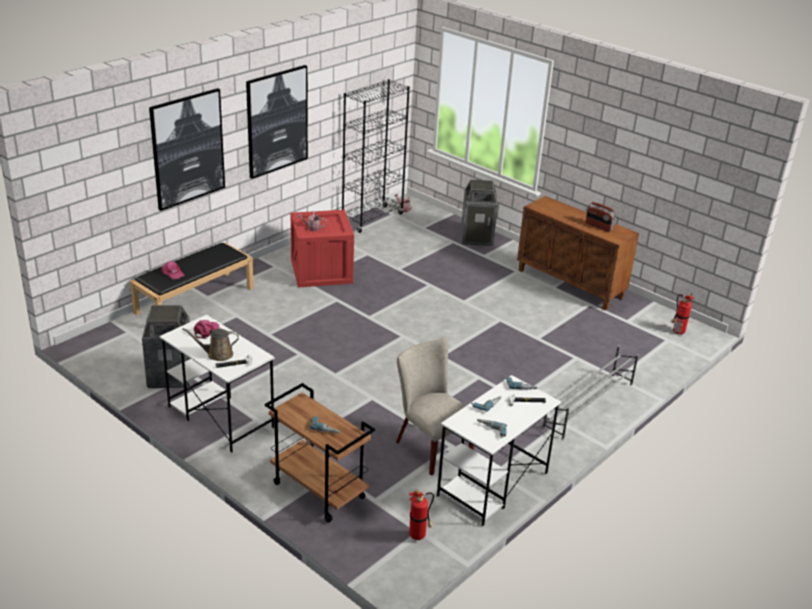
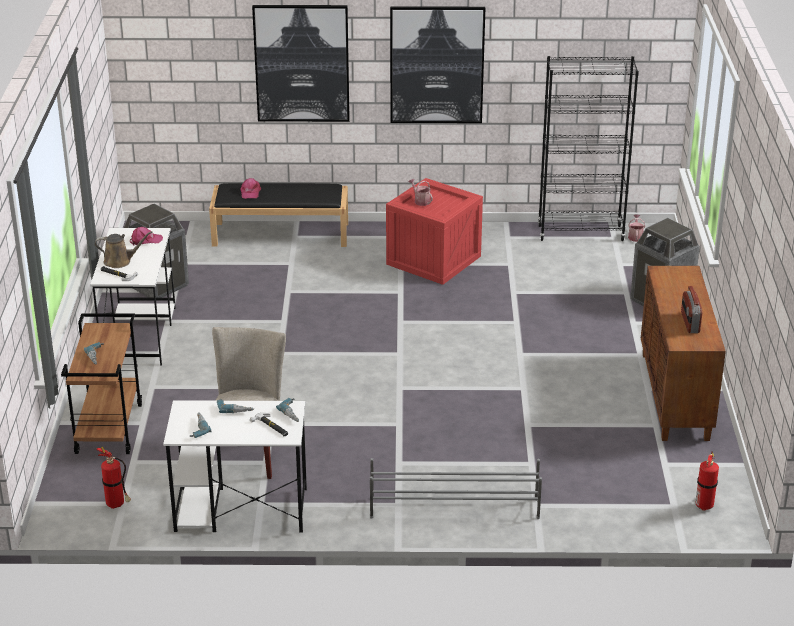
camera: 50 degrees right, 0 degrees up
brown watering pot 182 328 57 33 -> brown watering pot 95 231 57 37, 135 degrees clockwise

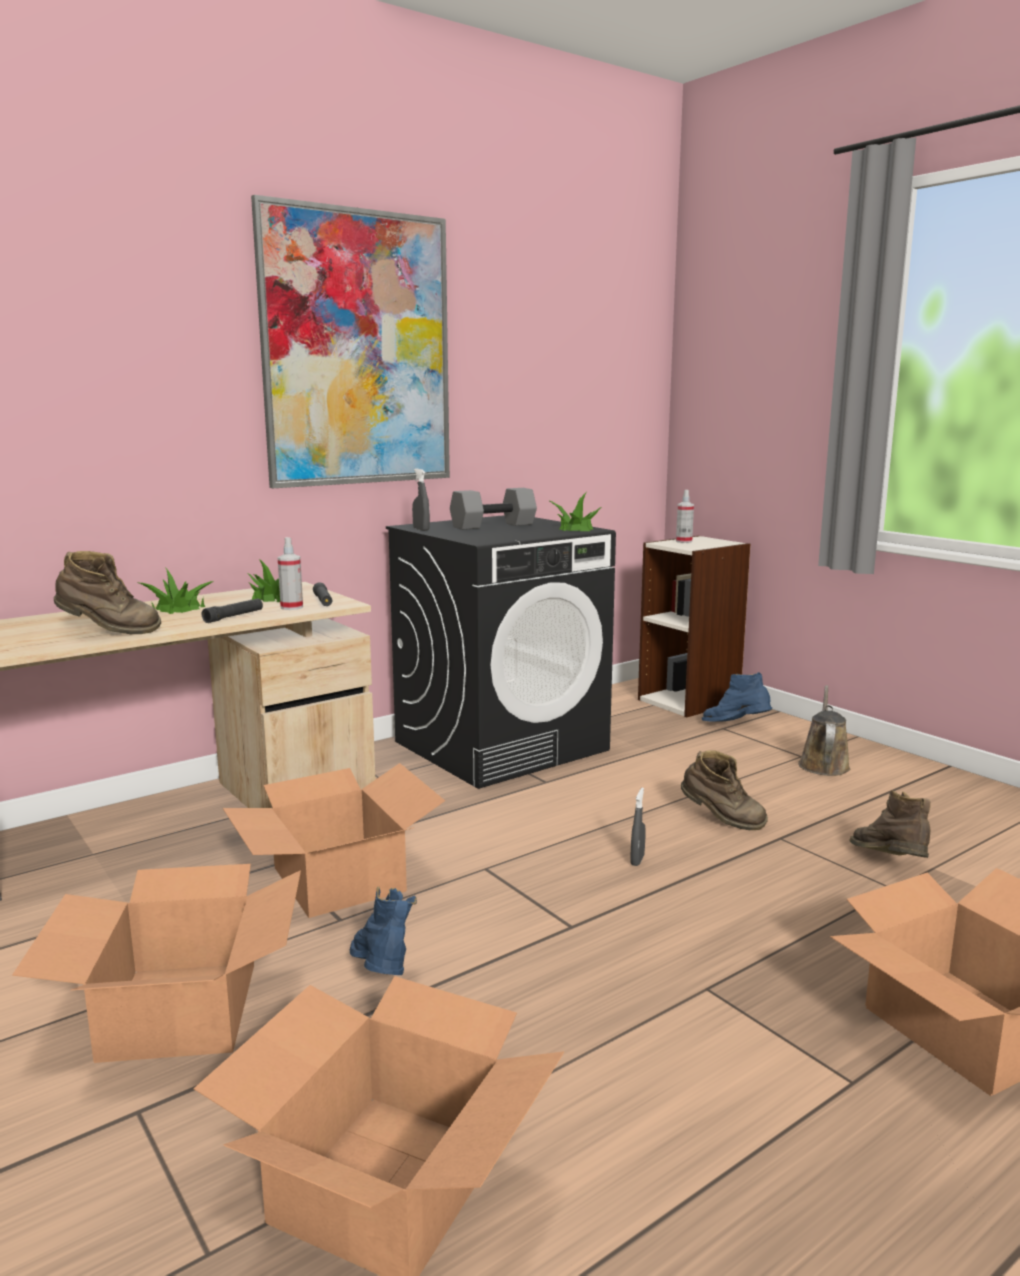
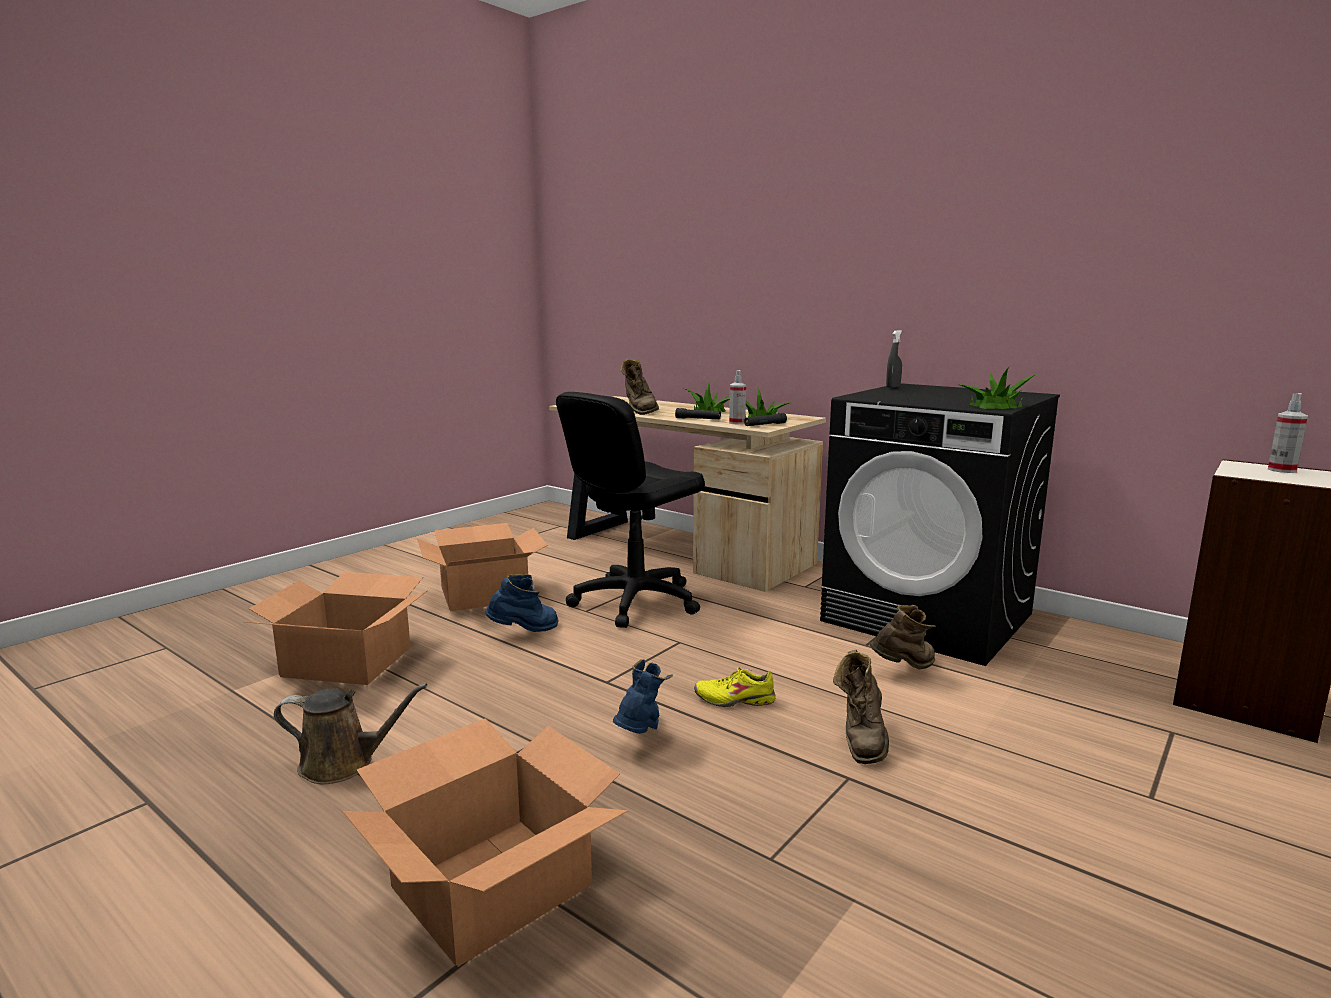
camera: 75 degrees right, 0 degrees up
brown watering pot 798 685 52 91 -> brown watering pot 274 684 154 100, move
packing box 223 763 222 155 -> black computer chair 556 392 149 236
blue-coloured tall boot 702 672 70 50 -> blue-coloured tall boot 613 659 60 75, move
gray sprayer 630 788 16 78 -> yellow low shoe 694 667 82 40
brown tall boot 849 790 82 68 -> brown tall boot 870 605 66 65, move
picture 251 195 199 293 -> none
gray free weight 450 488 87 42 -> none

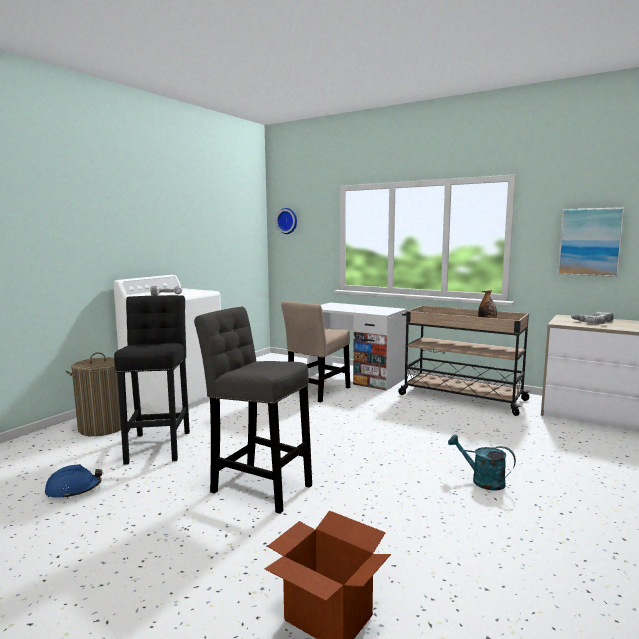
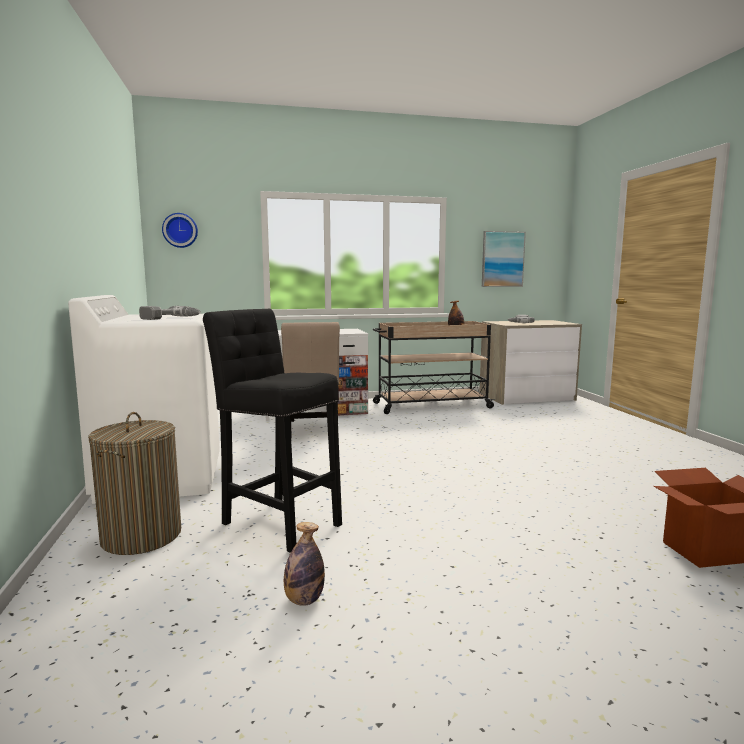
camera: 45 degrees left, 0 degrees up
blue-coloured work helmet 45 464 57 35 -> drink bottle 284 522 41 84
gray stool 194 307 118 207 -> none
turquoise watering pot 448 434 68 57 -> none

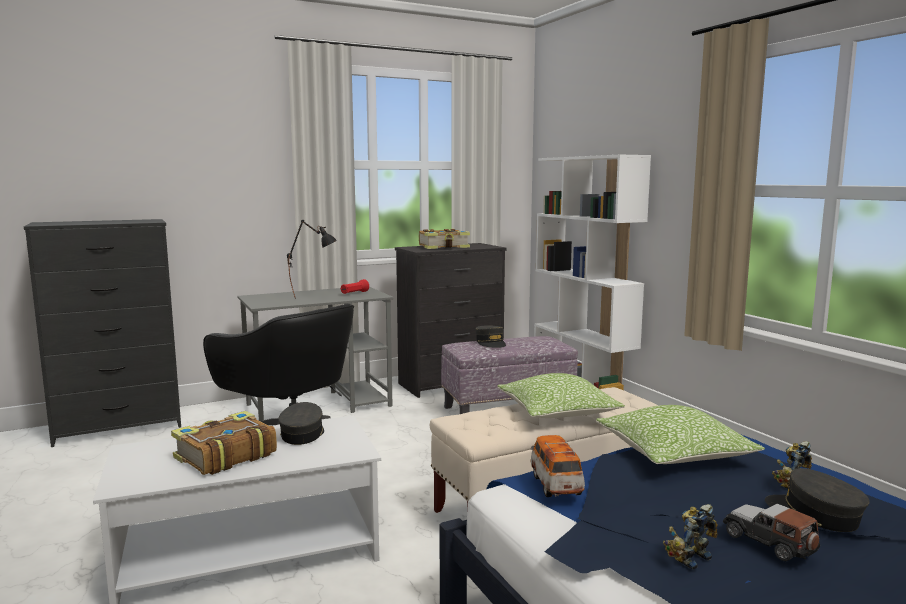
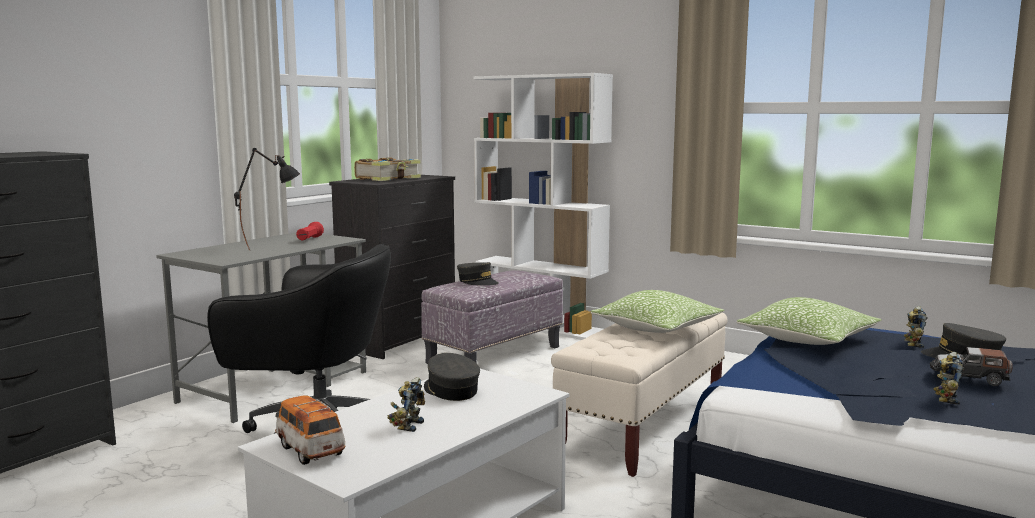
camera: 30 degrees left, 0 degrees up
toy car 530 435 55 62 -> toy car 275 396 71 69, move
book 171 411 106 64 -> robot figure 387 377 38 55

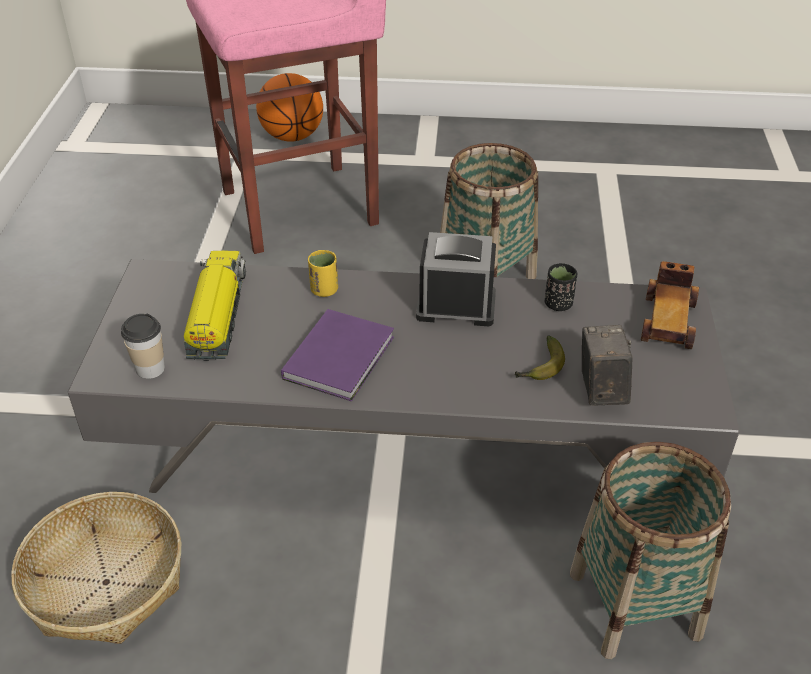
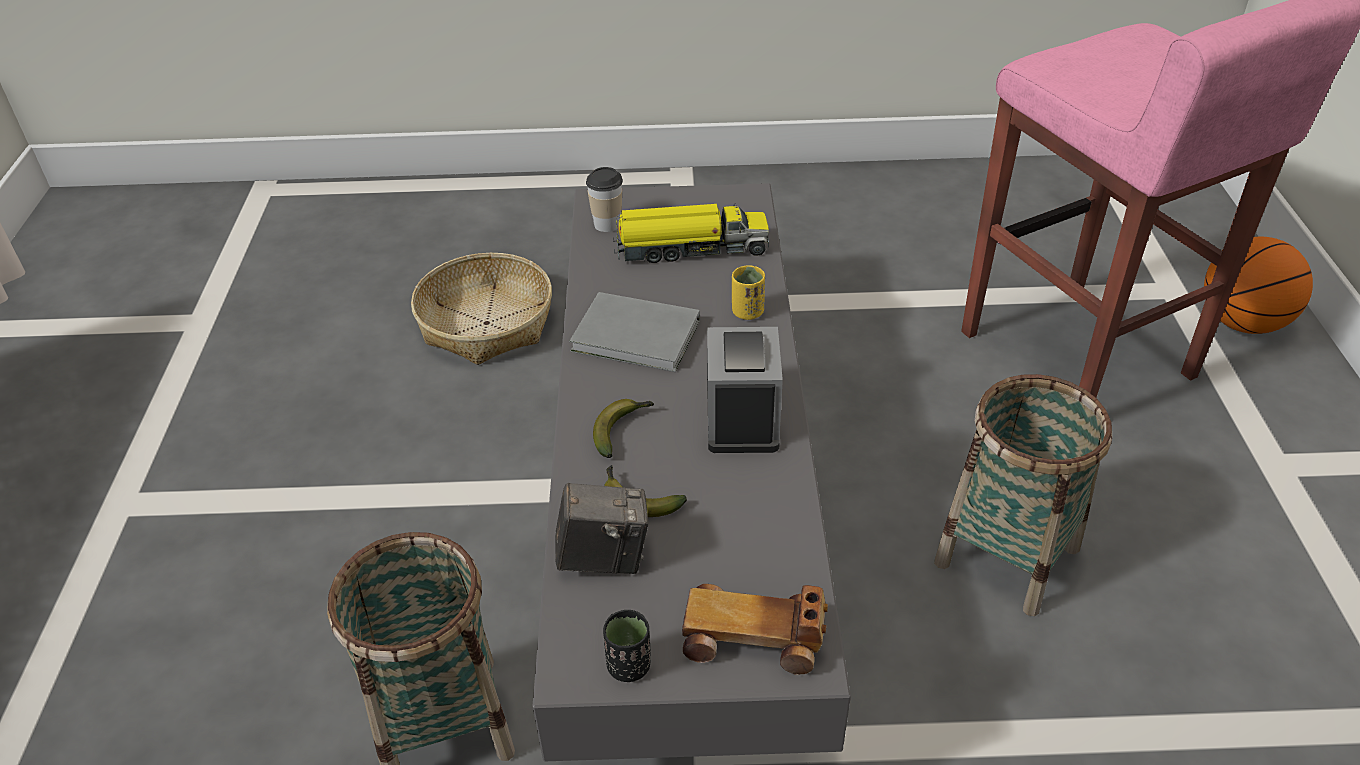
camera: 85 degrees right, 0 degrees up
purple-coloured book 281 309 113 92 -> gray book 569 292 131 80
none -> banana 593 399 61 59
black drinking cup 545 263 32 48 -> black drinking cup 603 610 47 72, move

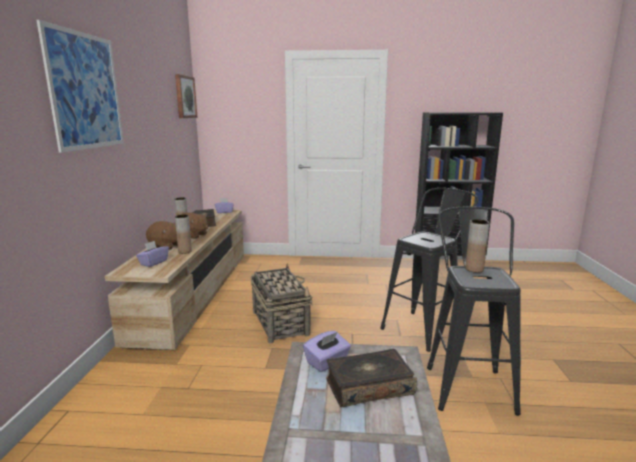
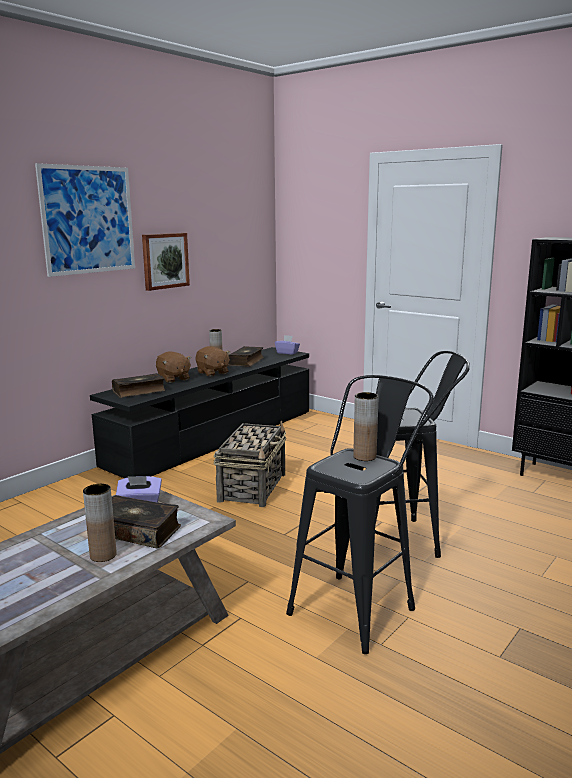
camera: 35 degrees right, 0 degrees up
brown decorative vase 175 215 17 39 -> brown decorative vase 83 484 34 78, move
beige tv stand 105 209 139 141 -> black tv stand 90 347 219 131
purple-coloured box of tissues 136 241 33 26 -> book 112 373 54 25
picture 175 74 23 44 -> picture 142 233 48 58, move

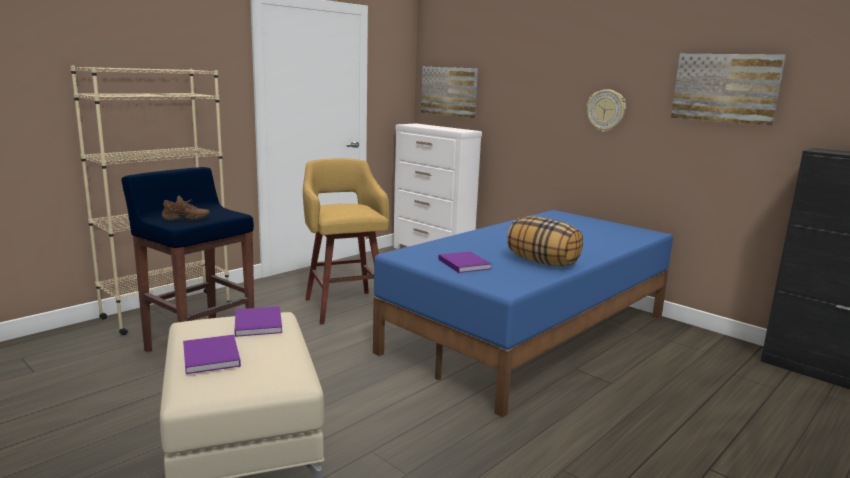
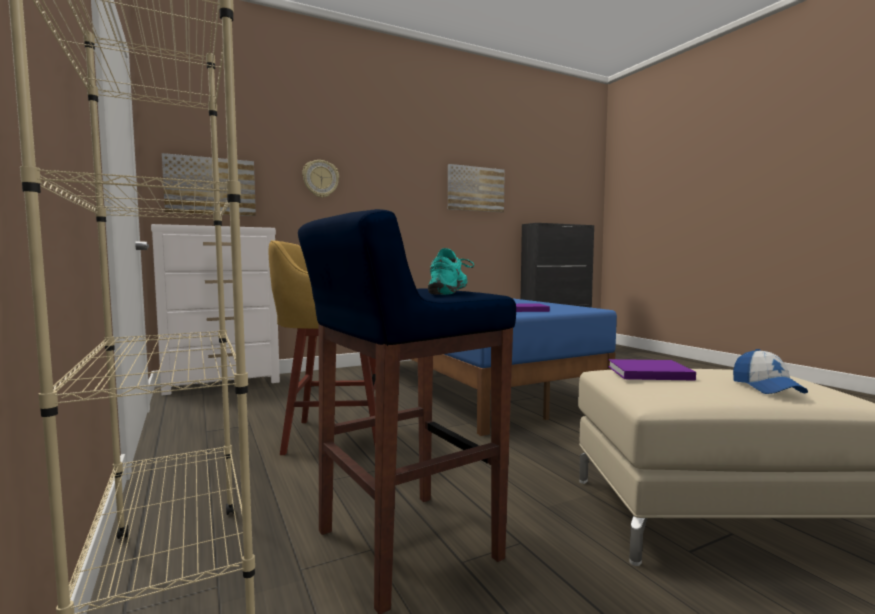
camera: 70 degrees left, 10 degrees down
wall clock 587 89 39 43 -> wall clock 302 160 37 38, move
brown low shoe 162 196 48 25 -> turquoise low shoe 428 248 46 47
purple-coloured book 183 335 58 39 -> cap 733 349 75 45
pillow 507 216 76 50 -> none

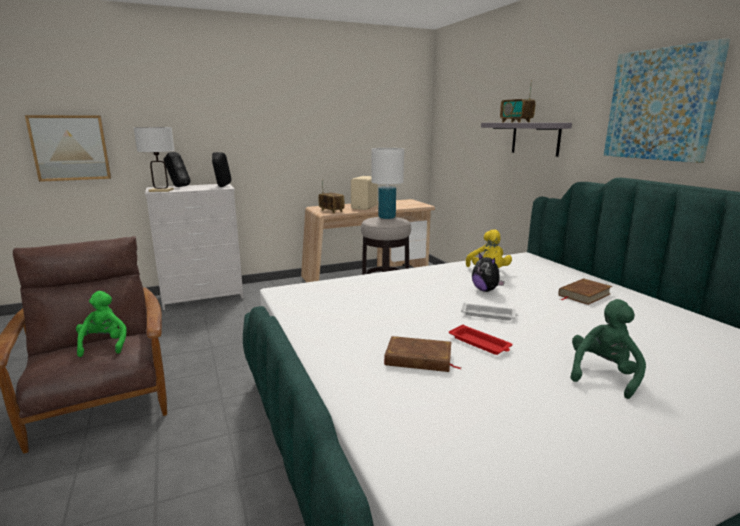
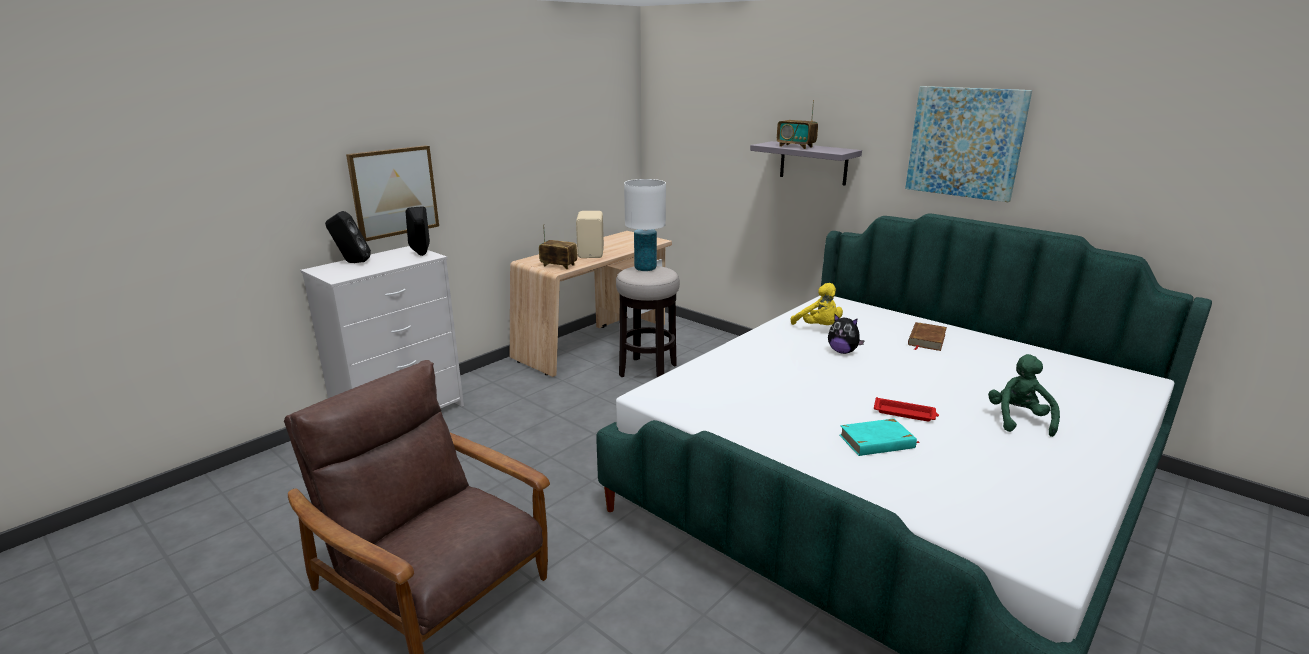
camera: 25 degrees left, 5 degrees up
picture 25 115 86 67 -> picture 346 145 93 96, move
brown book 384 336 77 36 -> turquoise book 839 419 80 37
green-coloured plush toy 76 291 51 66 -> none
white-coloured tabletop lamp 134 127 41 65 -> none
white-coloured serving tray 461 303 57 18 -> none

